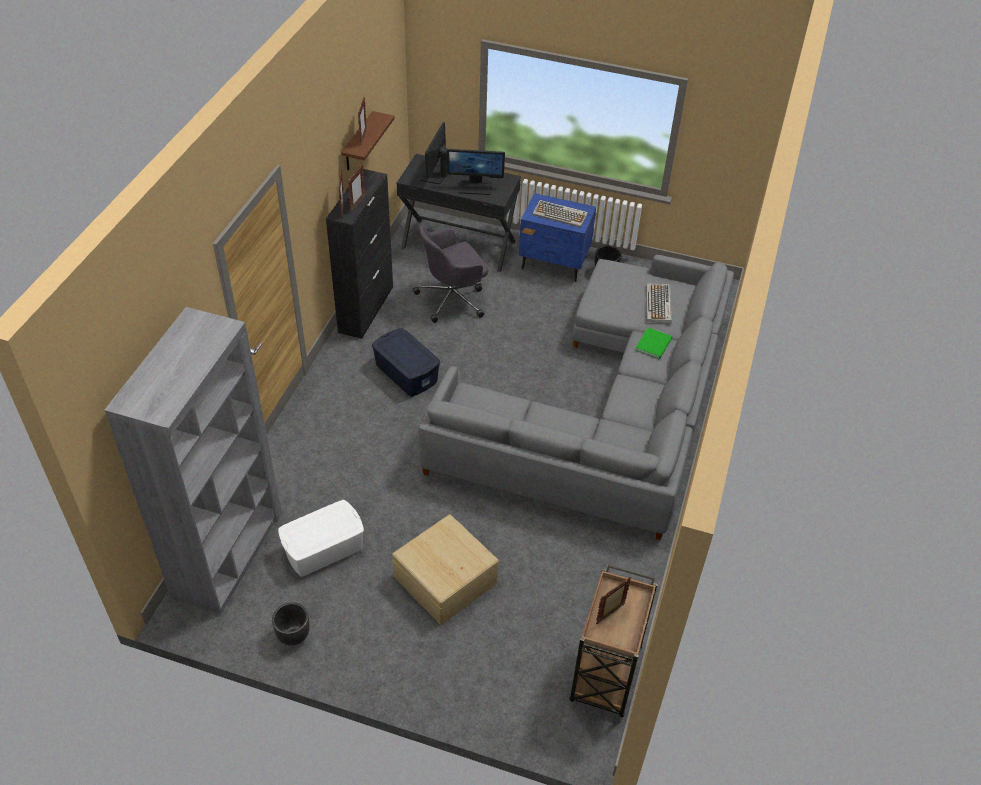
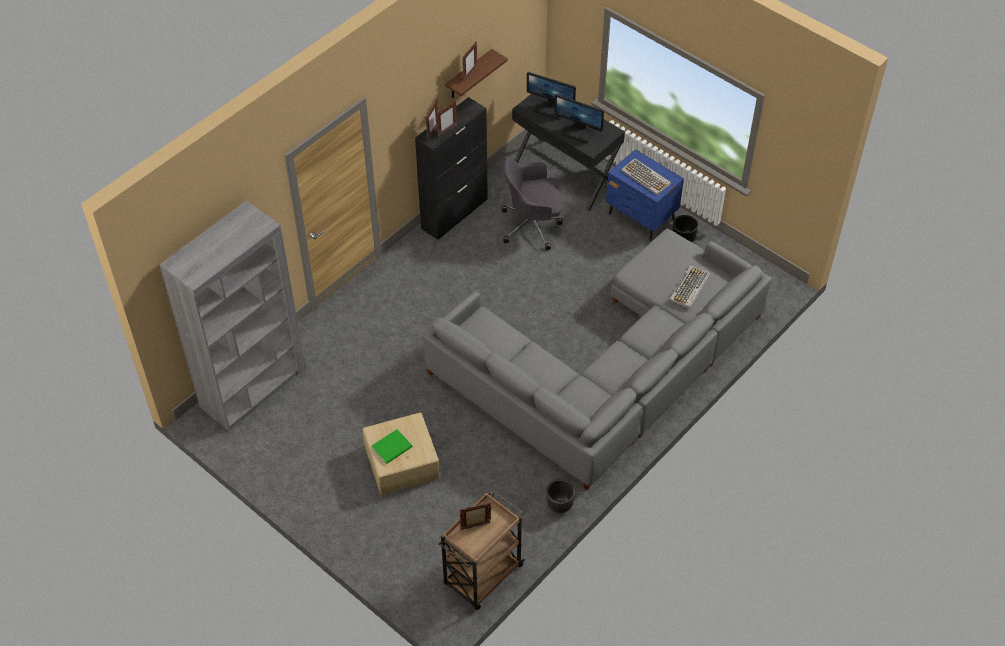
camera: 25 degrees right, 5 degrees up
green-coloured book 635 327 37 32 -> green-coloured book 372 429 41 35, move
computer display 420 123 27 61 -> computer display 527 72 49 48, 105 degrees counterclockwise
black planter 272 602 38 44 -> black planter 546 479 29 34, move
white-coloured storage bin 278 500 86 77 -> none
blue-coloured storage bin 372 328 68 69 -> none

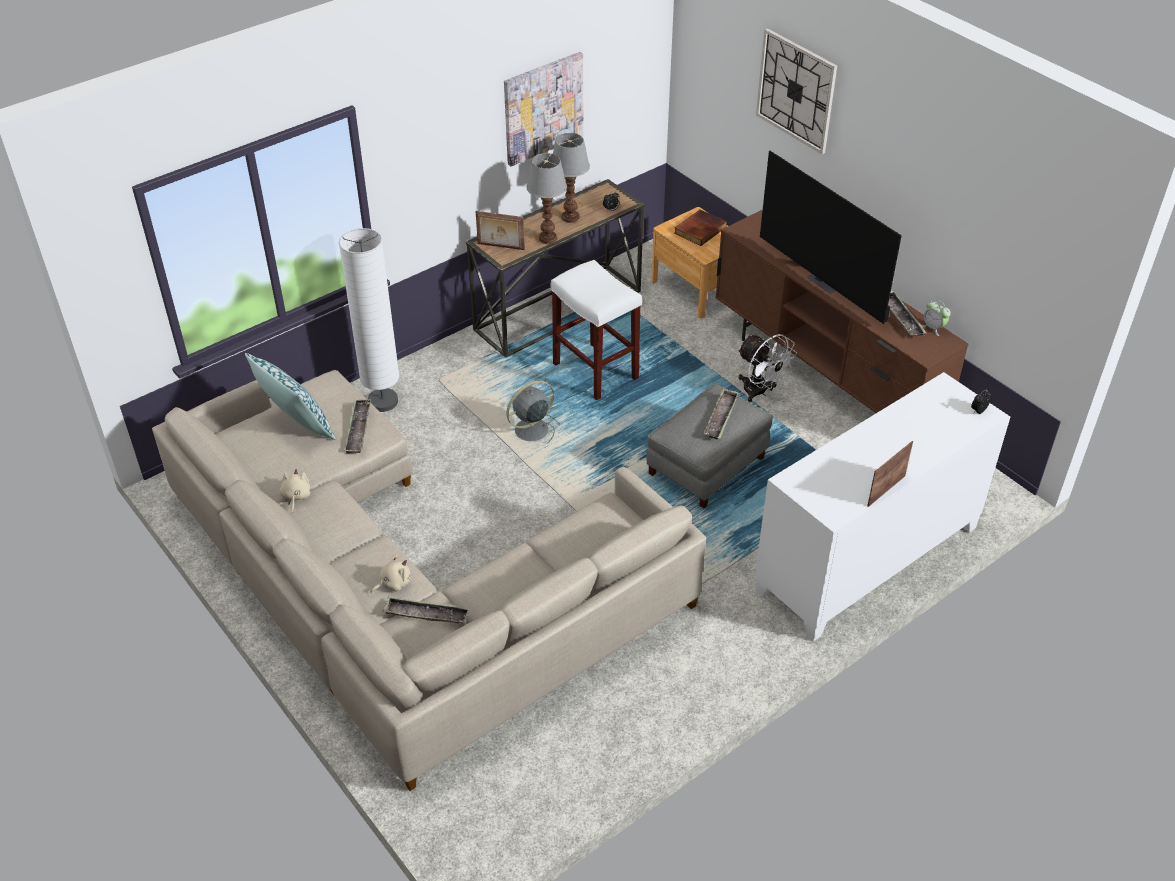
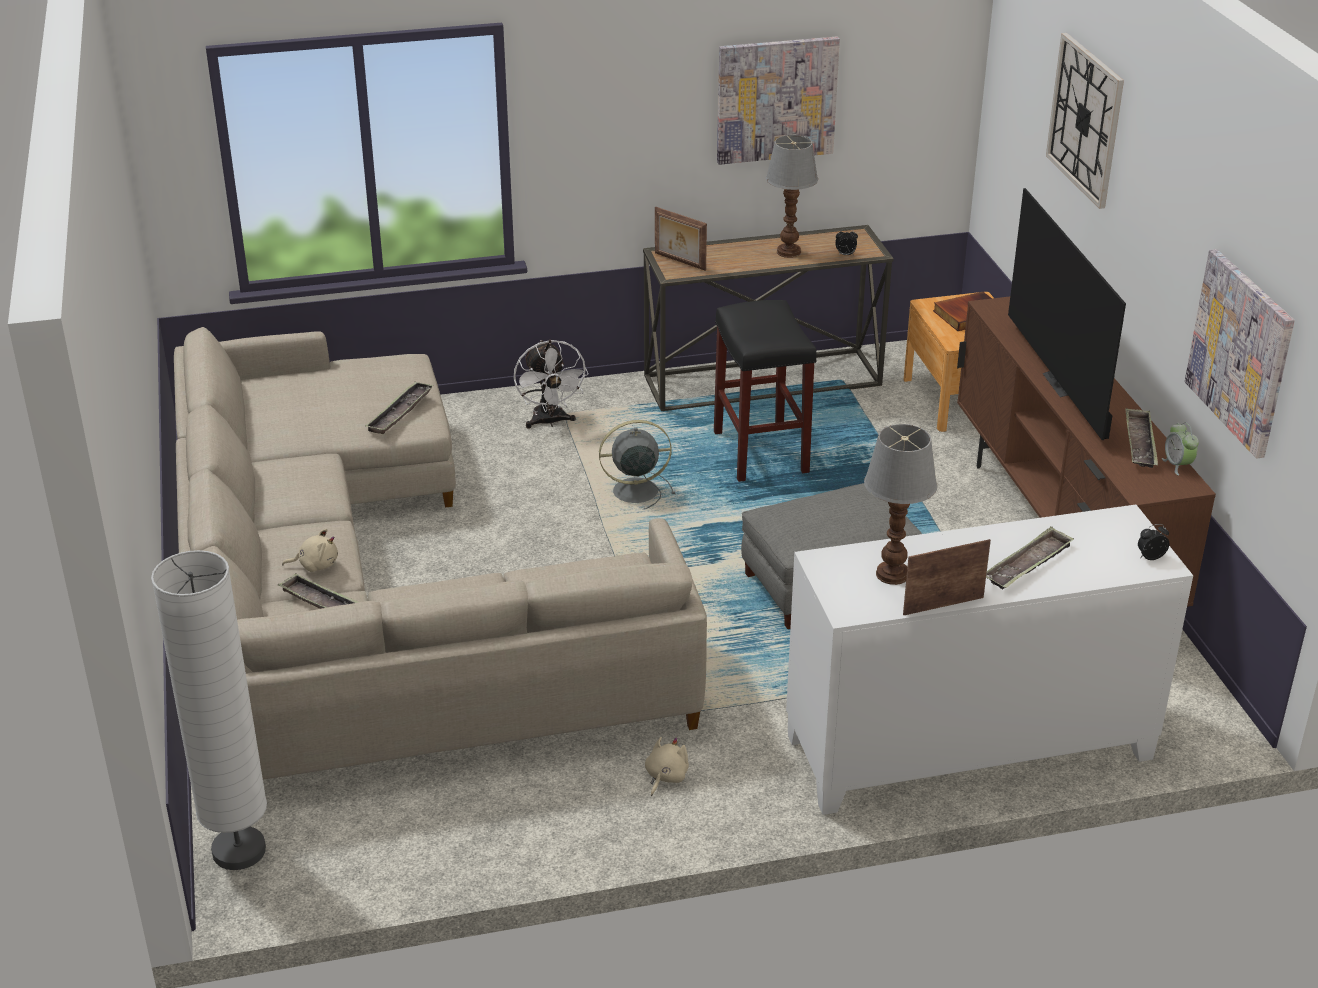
camera: 25 degrees right, 10 degrees down
white-coloured standing lamp 339 228 60 184 -> white-coloured standing lamp 151 550 116 320, move
white-coloured fan 738 334 59 68 -> white-coloured fan 514 340 74 88, move
beige plush toy 280 469 30 44 -> beige plush toy 645 737 44 59, move
white-coloured stool 551 260 91 140 -> black stool 714 300 103 182
tabletop lamp 526 153 41 91 -> tabletop lamp 864 424 73 161, move
serving tray 703 388 36 51 -> serving tray 986 526 88 63, move
none -> picture 1185 249 110 210
pillow 245 353 91 87 -> none

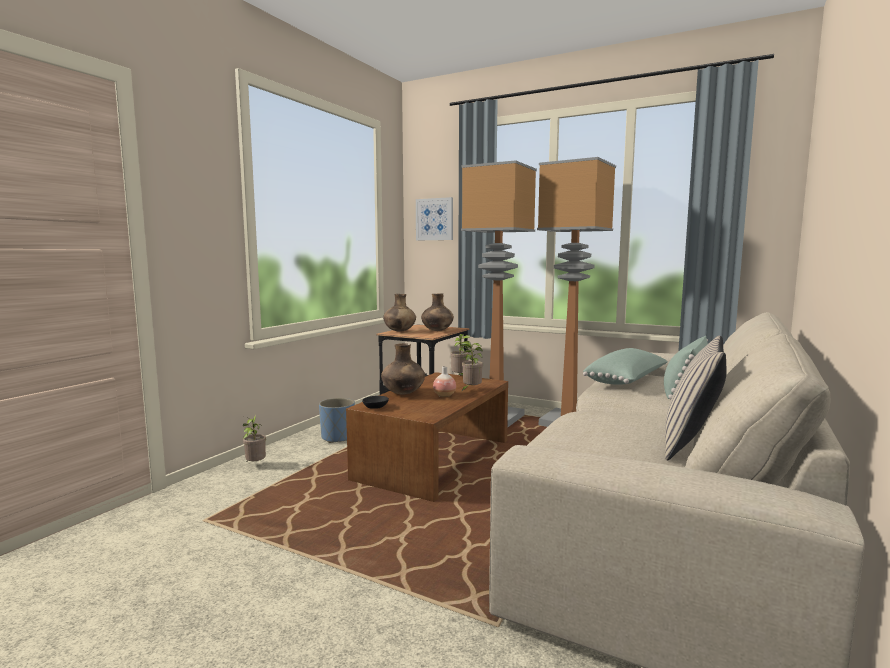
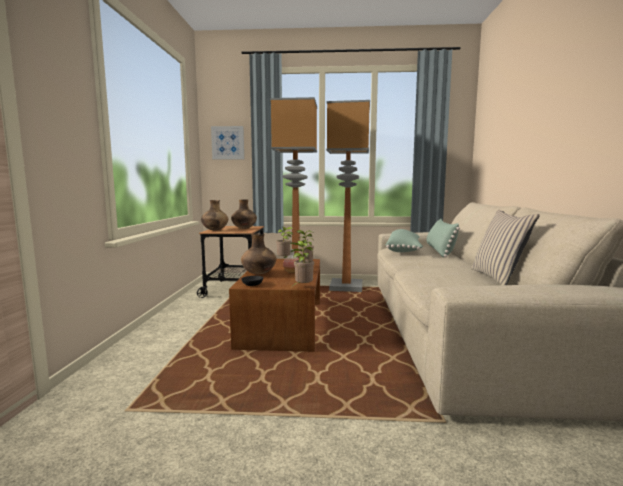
camera: 25 degrees left, 0 degrees up
potted plant 243 414 23 47 -> potted plant 290 241 24 45, move
blue-coloured planter 319 398 36 45 -> none

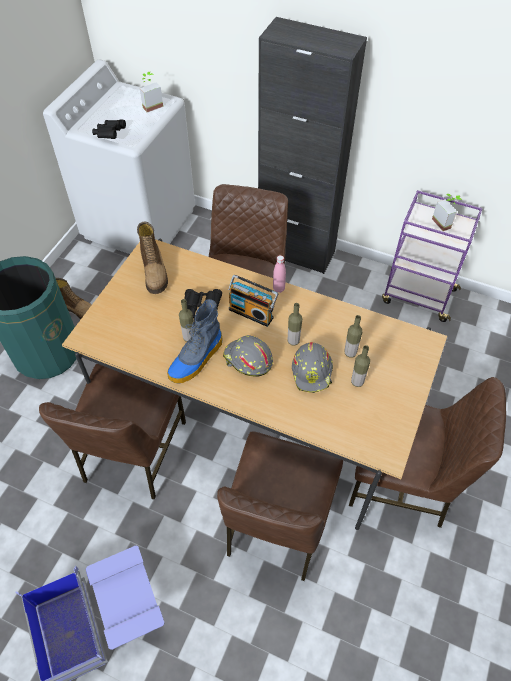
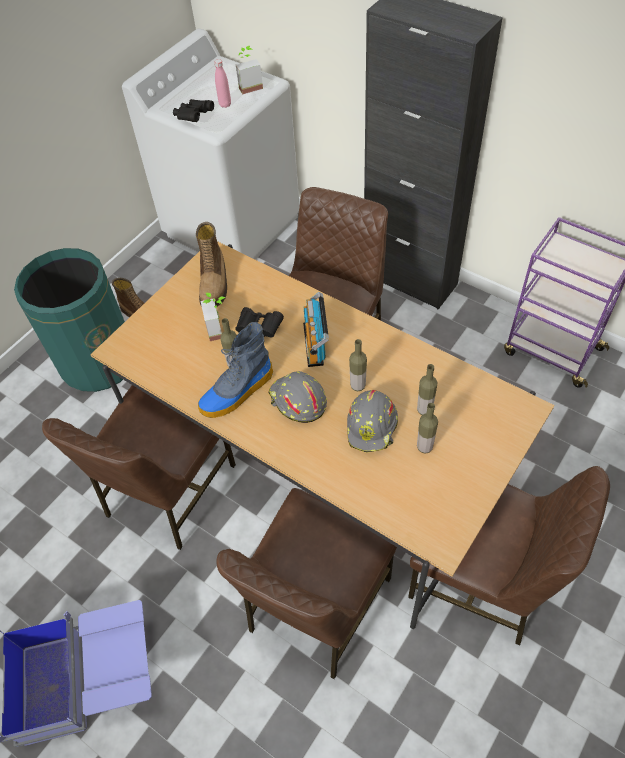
camera: 15 degrees right, 0 degrees up
potted plant 432 194 30 37 -> potted plant 201 293 25 48, move
pink drink bottle 273 255 13 38 -> pink drink bottle 214 59 17 49, move
radio 228 275 51 52 -> radio 303 292 26 75, 45 degrees clockwise

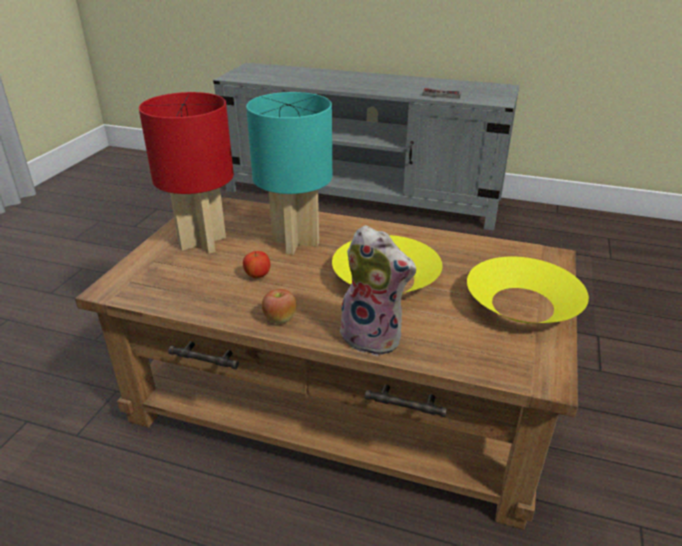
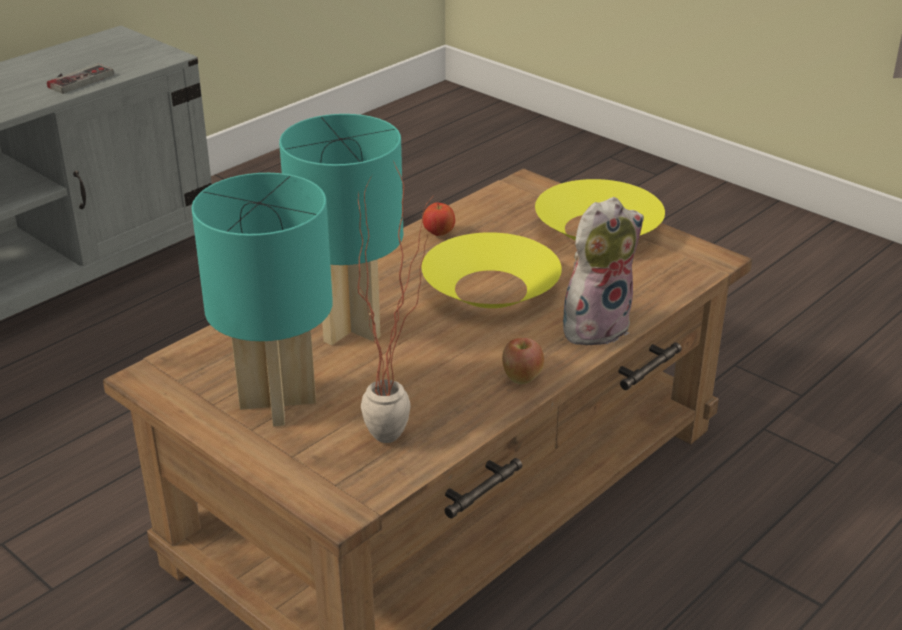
camera: 65 degrees left, 0 degrees up
red tabletop lamp 139 92 95 162 -> turquoise tabletop lamp 192 173 141 254
none -> potted plant 358 160 74 283
apple 243 251 27 27 -> apple 423 203 32 33, move

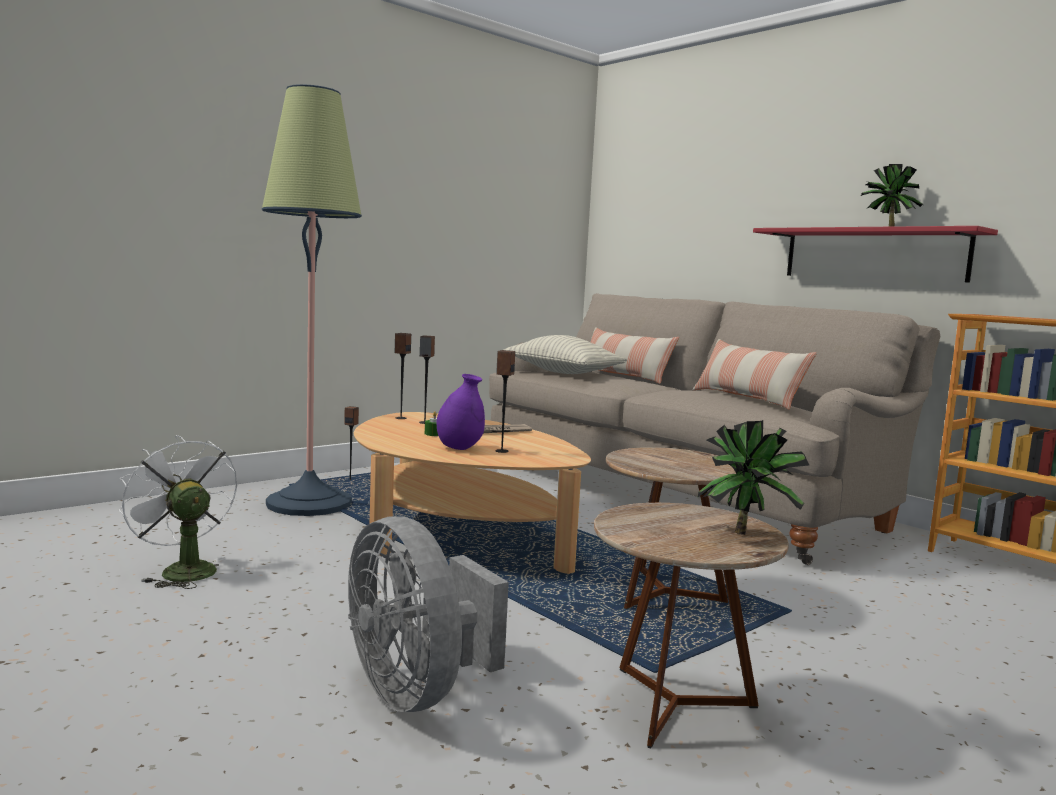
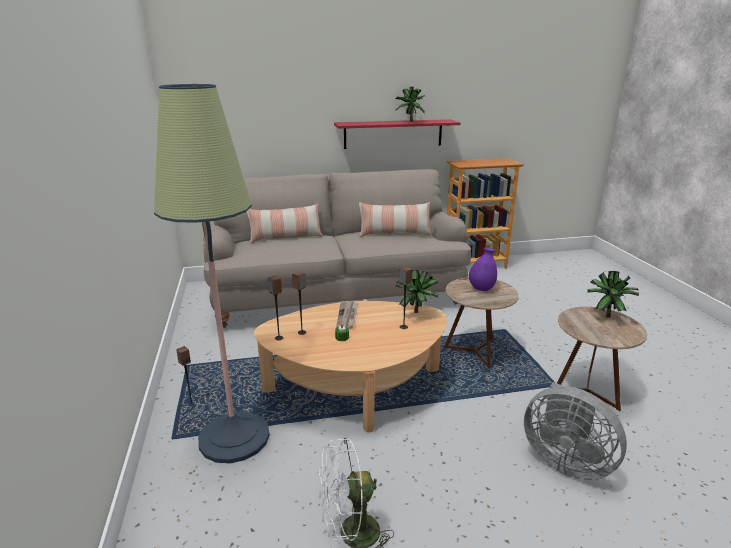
camera: 60 degrees left, 15 degrees up
none -> potted plant 395 270 44 43
purple-coloured decorative vase 436 374 49 76 -> purple-coloured decorative vase 469 248 28 43, move
gray fan 348 516 161 196 -> gray fan 524 382 103 98, 45 degrees clockwise
pillow 503 335 124 39 -> none

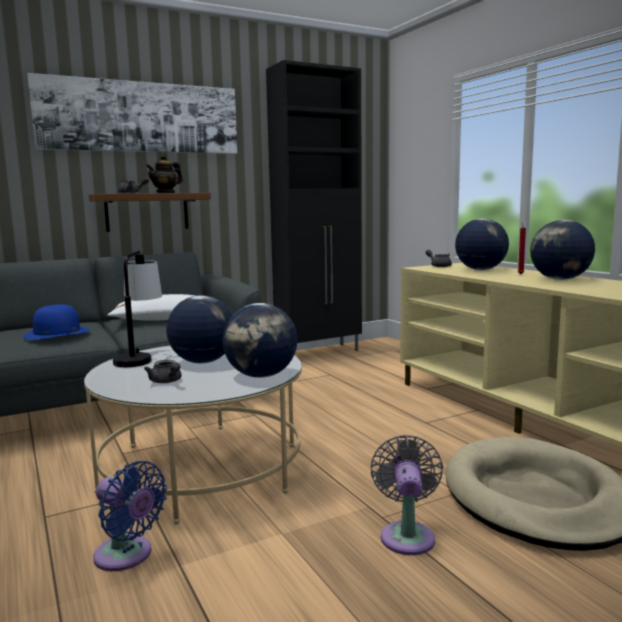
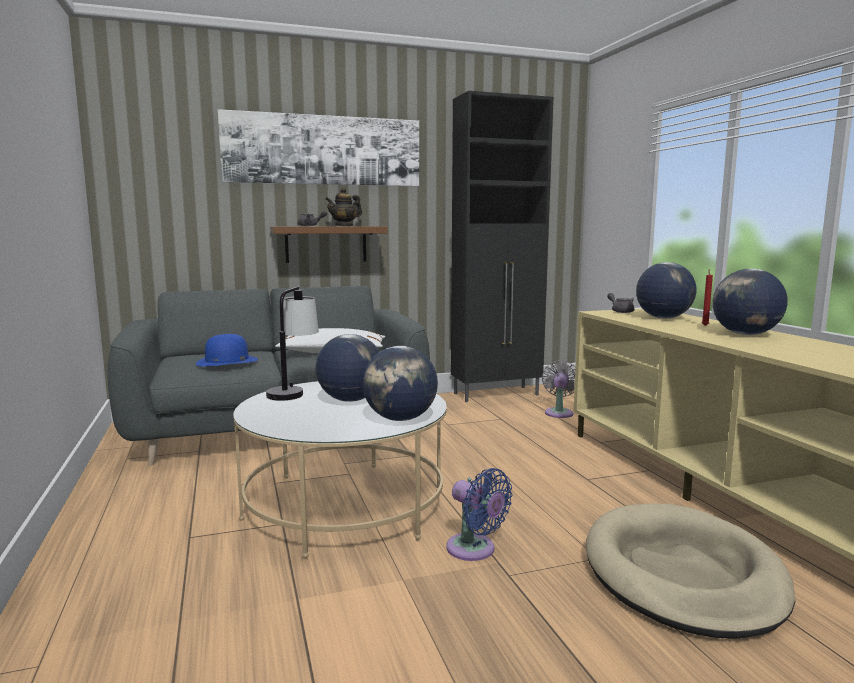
camera: 10 degrees right, 0 degrees up
blue-coloured fan 93 461 74 110 -> blue-coloured fan 446 468 66 93, move
gray fan 371 435 72 120 -> gray fan 542 360 33 58, move
gray teapot 144 360 38 23 -> none

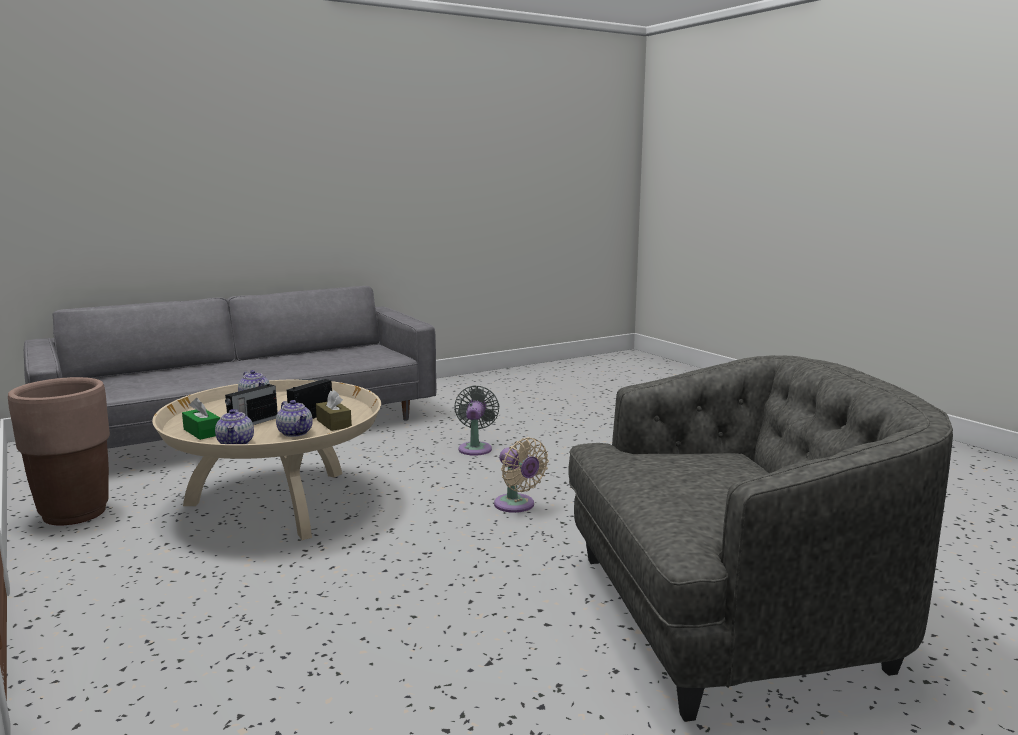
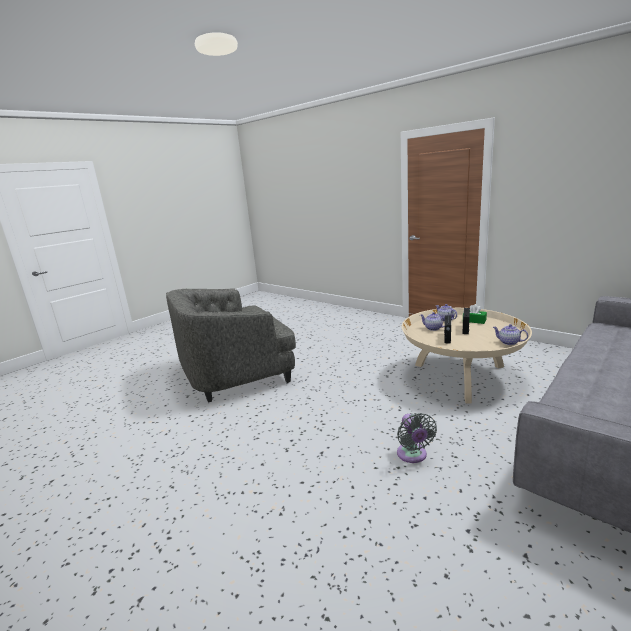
camera: 165 degrees right, 5 degrees up
brown planter 8 377 102 149 -> none
brown box of tissues 316 390 36 41 -> none
beige fan 494 437 55 76 -> none

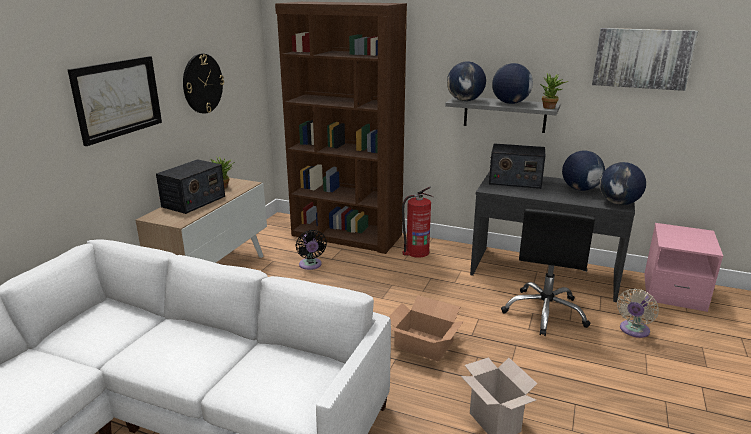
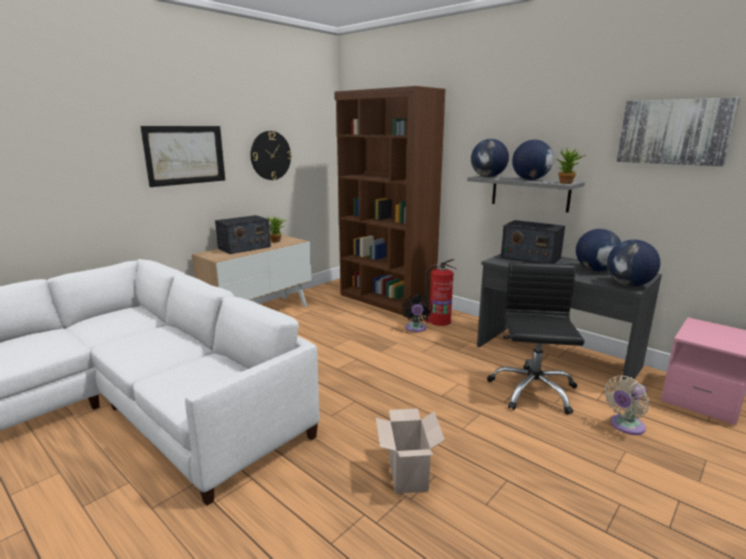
camera: 20 degrees right, 5 degrees down
black fan 296 230 31 40 -> black fan 402 294 30 38, move
black computer chair 501 209 94 127 -> black computer chair 487 263 97 152, 150 degrees clockwise
packing box 389 295 75 66 -> none

